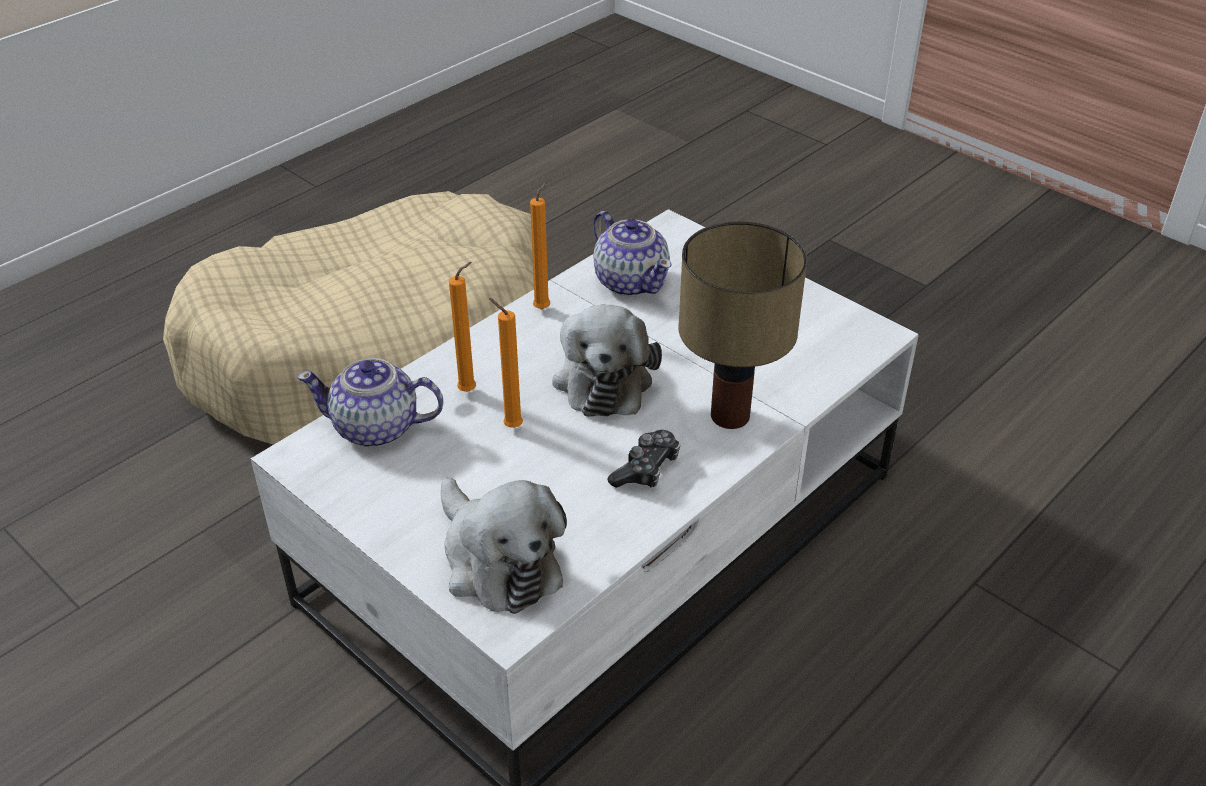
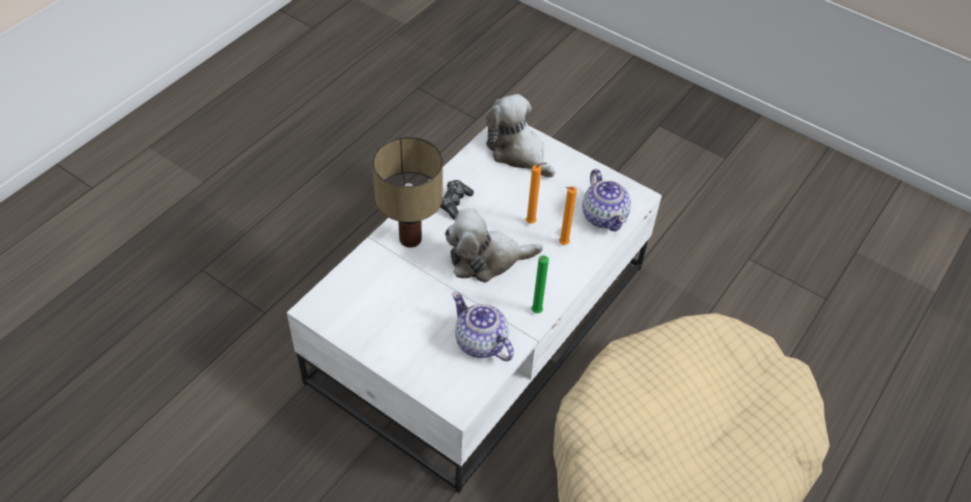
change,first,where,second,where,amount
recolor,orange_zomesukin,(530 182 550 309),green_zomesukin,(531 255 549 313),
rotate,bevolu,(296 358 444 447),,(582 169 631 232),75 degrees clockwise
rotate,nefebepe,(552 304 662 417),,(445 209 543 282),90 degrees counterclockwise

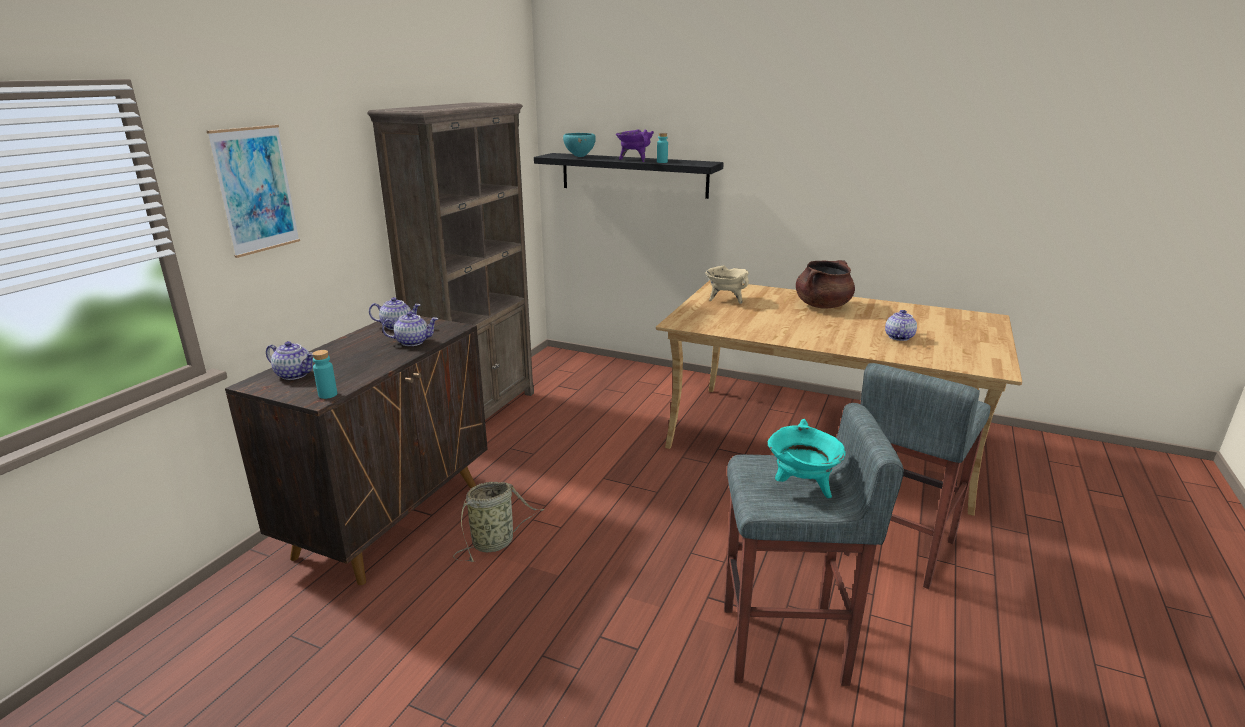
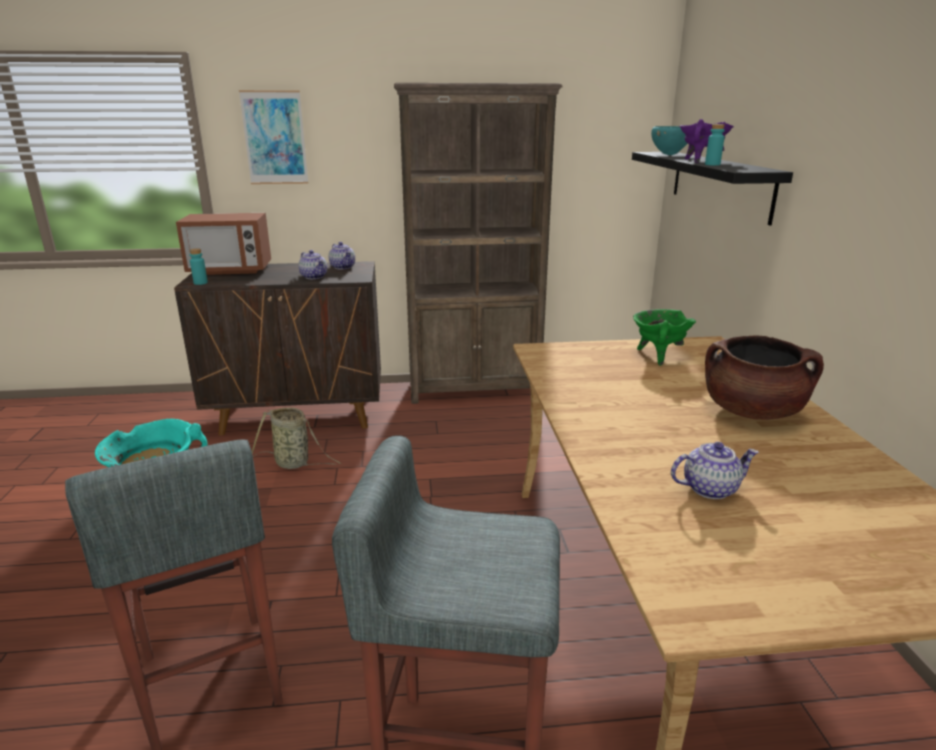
change,first,where,second,where,amount
replace,bevolu,(266 341 313 380),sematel,(176 213 271 275),
recolor,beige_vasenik,(705 266 749 304),green_vasenik,(633 309 696 366),

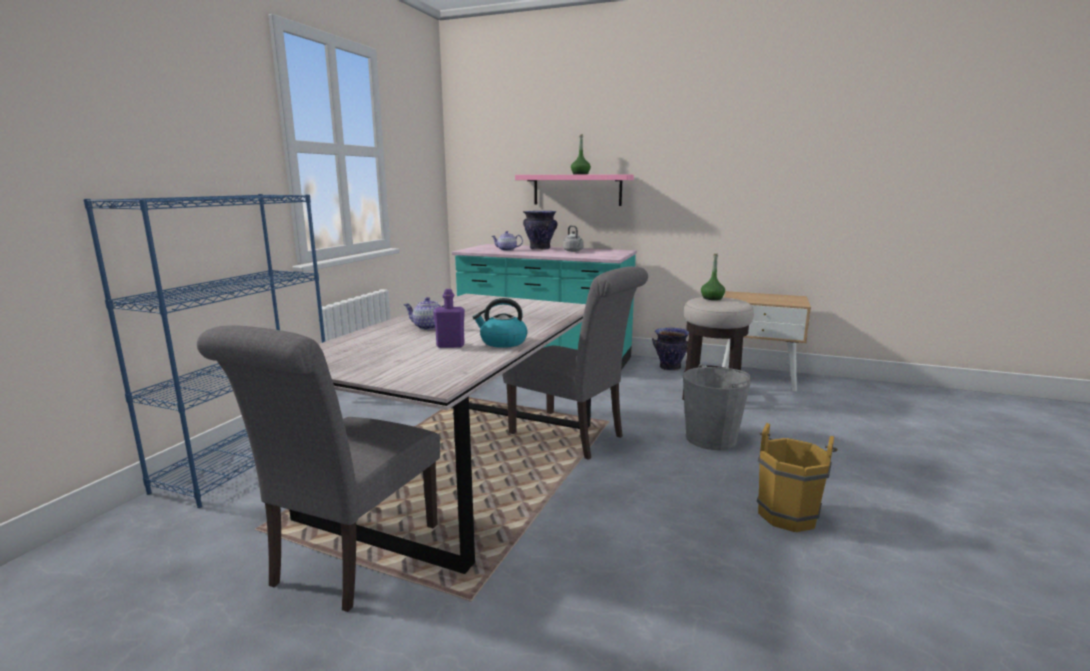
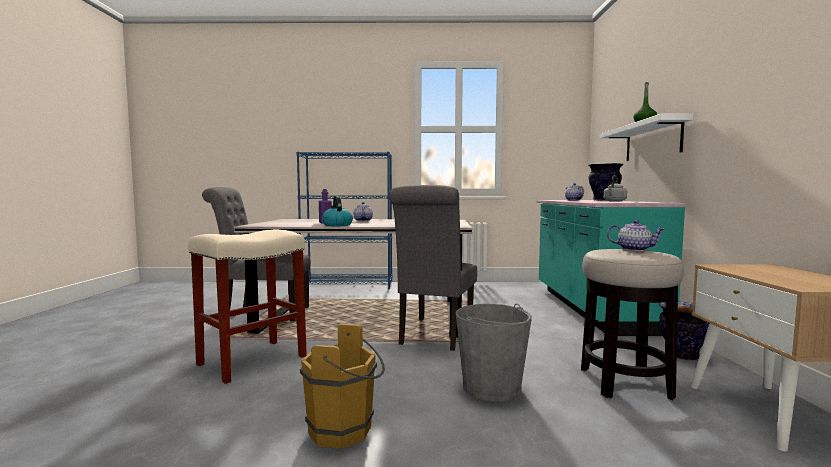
change,first,where,second,where,amount
insert,,,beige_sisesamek,(188 229 307 384),
replace,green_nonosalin,(701 254 725 300),bevolu,(607 220 665 251),
recolor,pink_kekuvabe,(515 174 634 206),white_kekuvabe,(599 113 693 161),

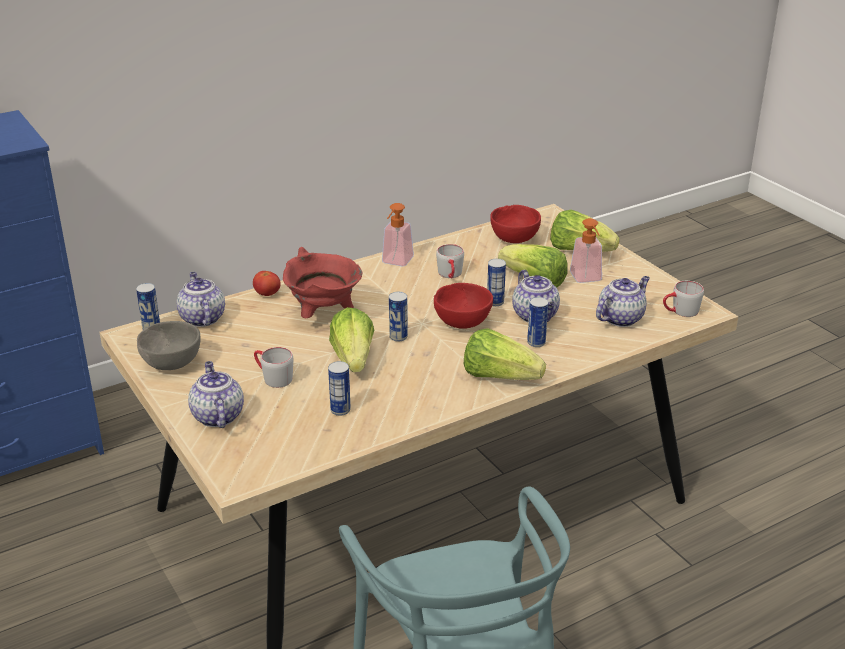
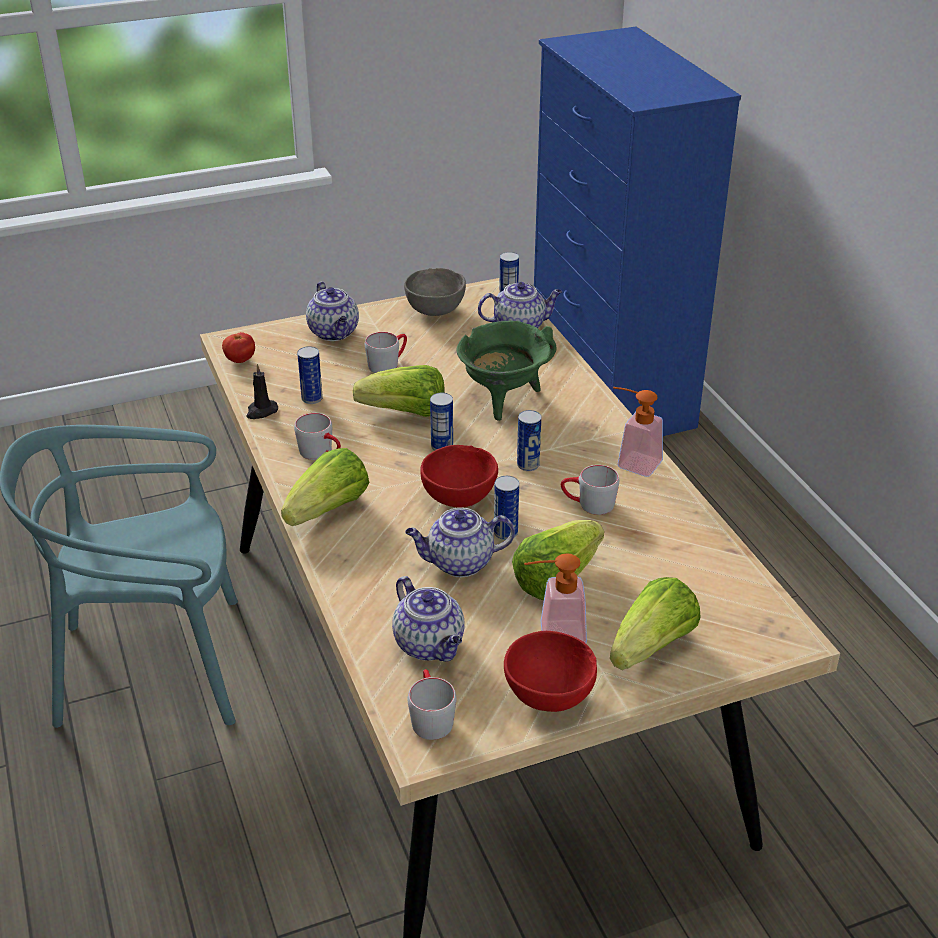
change,first,where,second,where,amount
insert,,,black_zomesukin,(247 364 278 419),
insert,,,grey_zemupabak,(294 413 341 460),
move,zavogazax,(253 271 281 296),,(222 332 255 363),
move,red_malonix,(490 205 541 243),,(504 631 597 712),
move,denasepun,(527 297 548 347),,(517 410 541 471),
recolor,red_vasenik,(283 247 362 318),green_vasenik,(457 321 556 421),
rotate,bevolu,(188 361 244 428),,(306 281 359 341),75 degrees clockwise

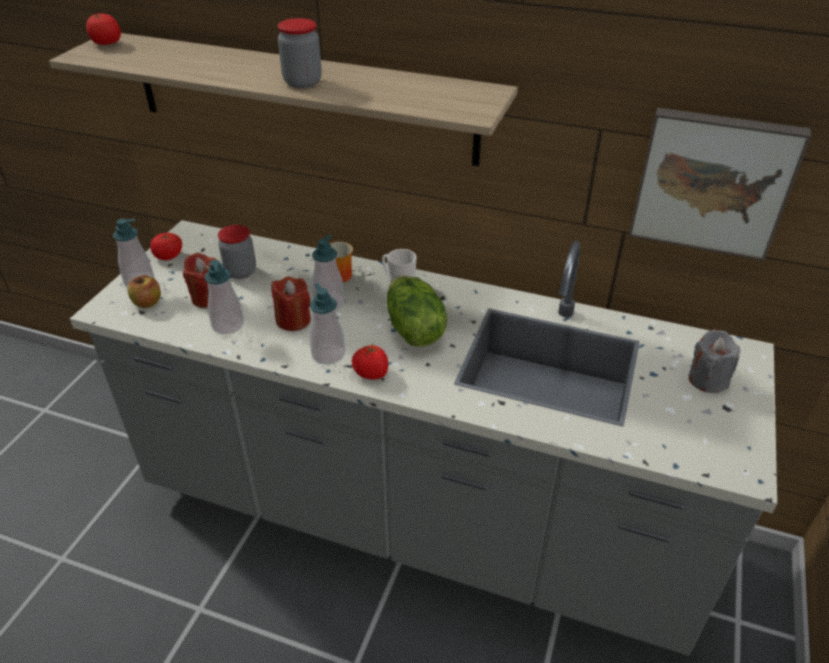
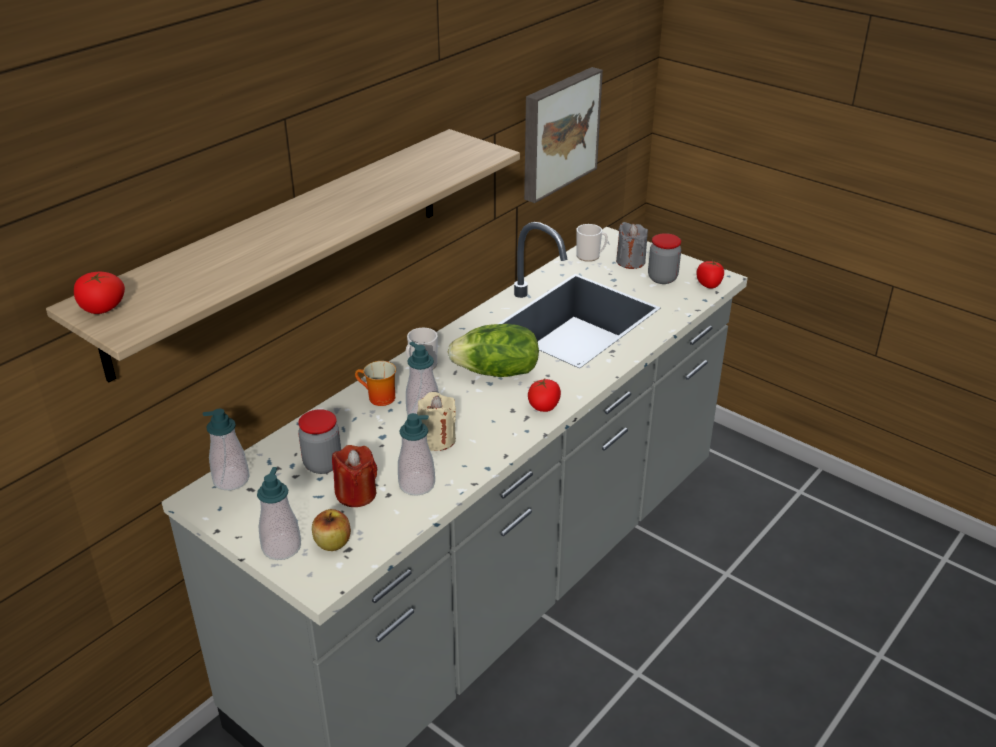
change,first,where,second,where,amount
insert,,,zemupabak,(576 224 608 262),
move,zavogazax,(150 233 182 260),,(696 260 724 289),
move,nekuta,(278 18 322 88),,(648 233 681 284),
move,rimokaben,(310 283 345 365),,(202 409 250 490),
recolor,red_zomesukin,(271 276 311 331),beige_zomesukin,(417 392 456 451),

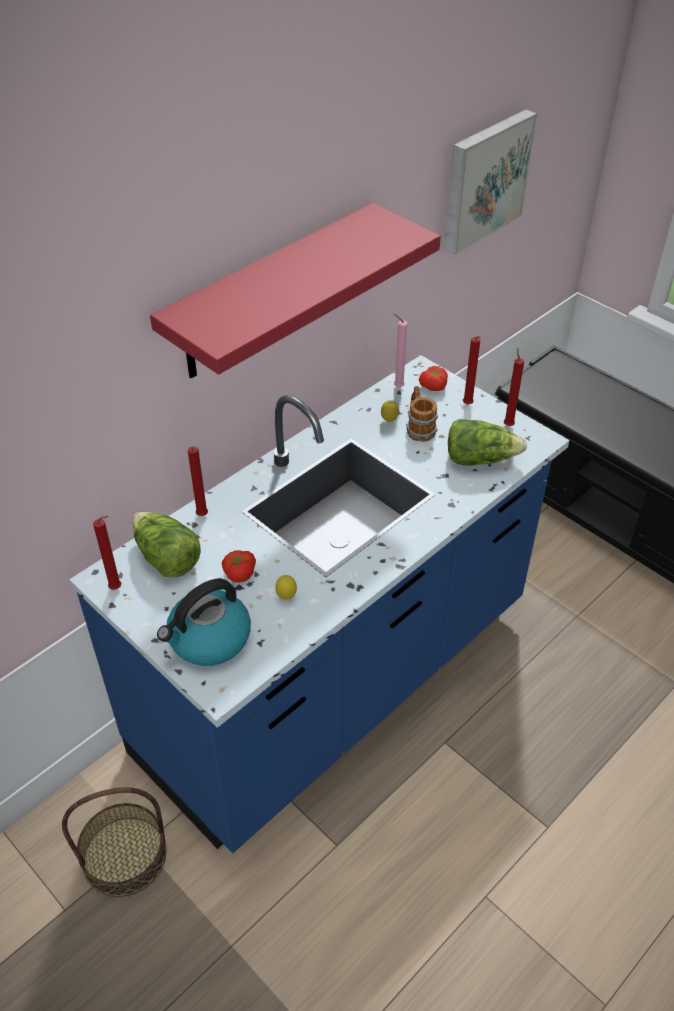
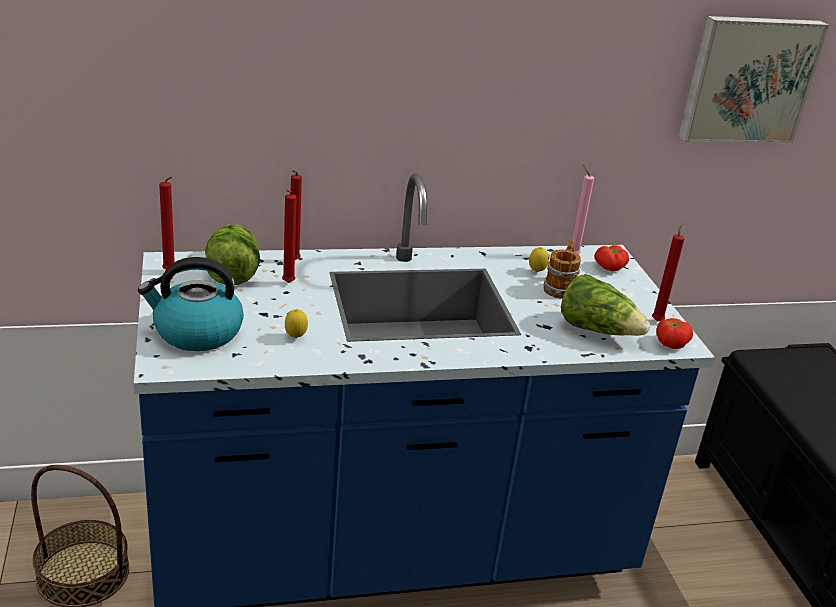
change,first,where,second,where,amount
delete,red_kekuvabe,(150 203 441 378),,,
move,zavogazax,(222 550 256 583),,(656 318 693 349),
move,red_zomesukin,(463 336 481 404),,(282 190 297 283),

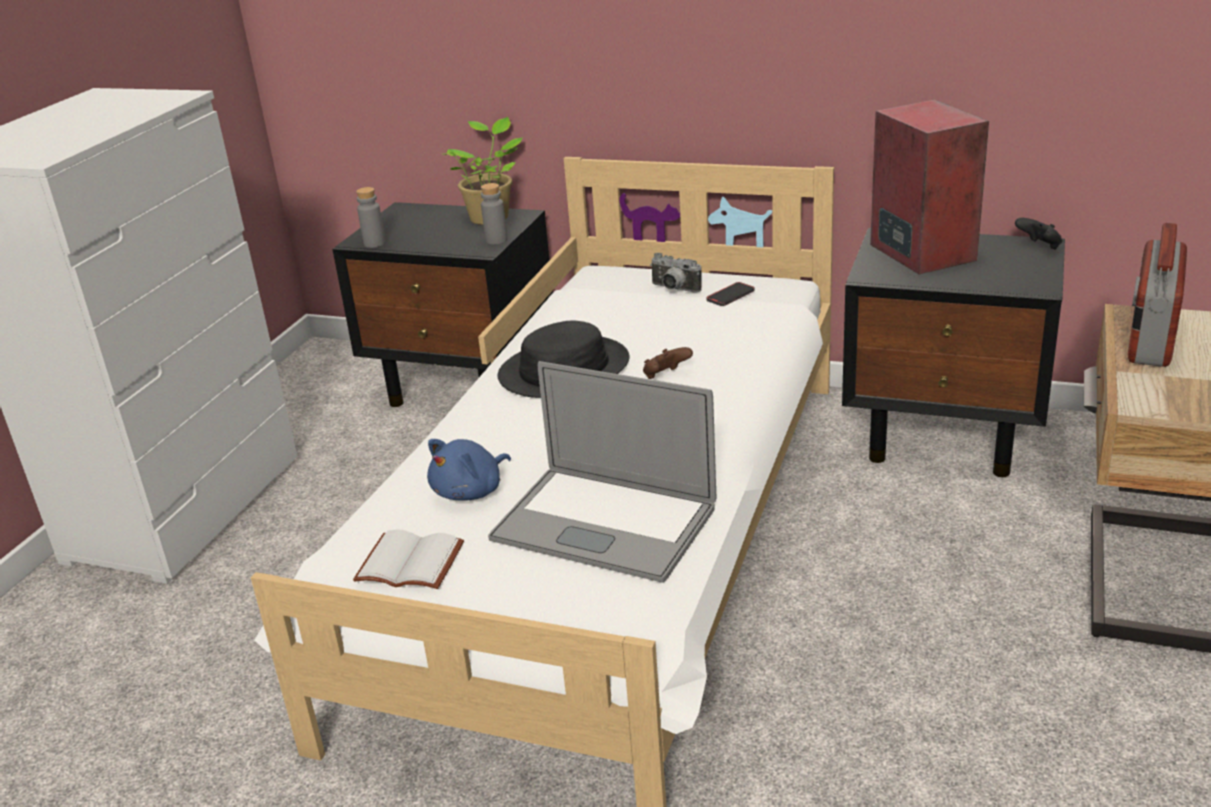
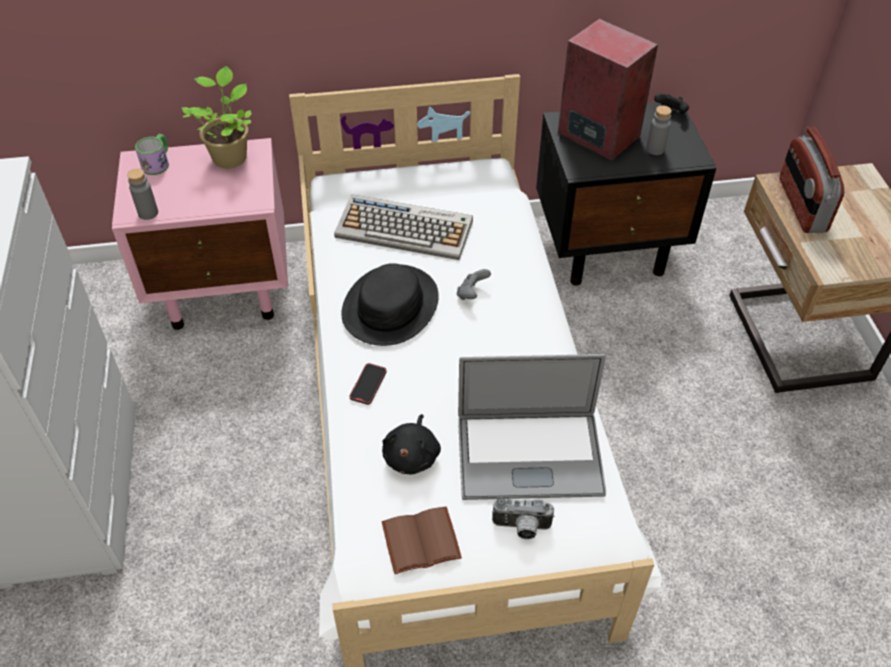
change,first,where,second,where,amount
insert,,,zemupabak,(135 134 169 175),
insert,,,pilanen,(334 194 473 260),
move,grey_nonosalin,(481 183 507 244),,(646 105 672 155),
move,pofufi,(650 253 702 292),,(492 498 555 539),
move,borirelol,(706 282 755 306),,(350 363 387 405),
recolor,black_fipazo,(333 202 553 407),pink_fipazo,(112 138 288 330),
recolor,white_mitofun,(353 530 464 589),brown_mitofun,(382 507 462 574),
recolor,blue_nefebepe,(427 439 511 501),black_nefebepe,(382 414 441 474),
recolor,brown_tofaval,(643 347 693 379),grey_tofaval,(457 269 491 300),

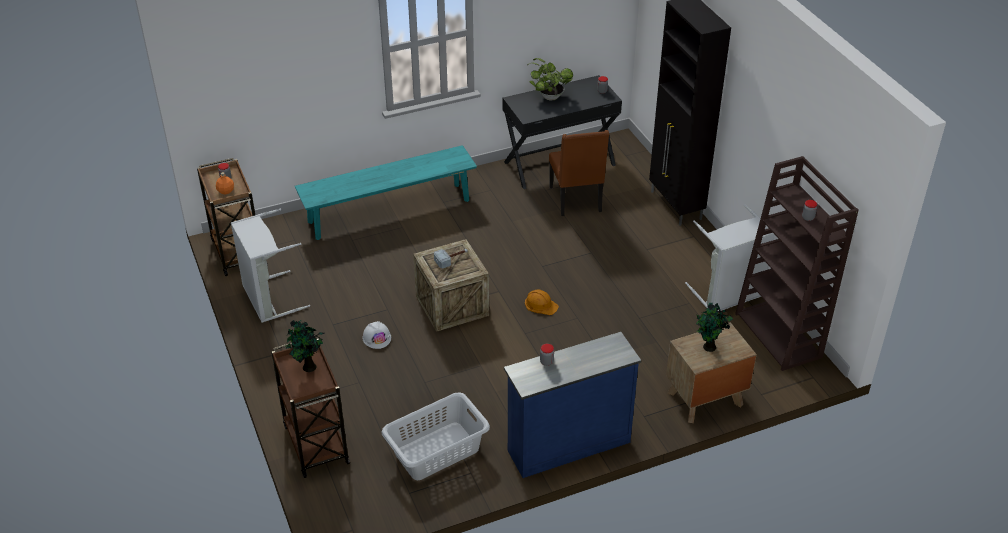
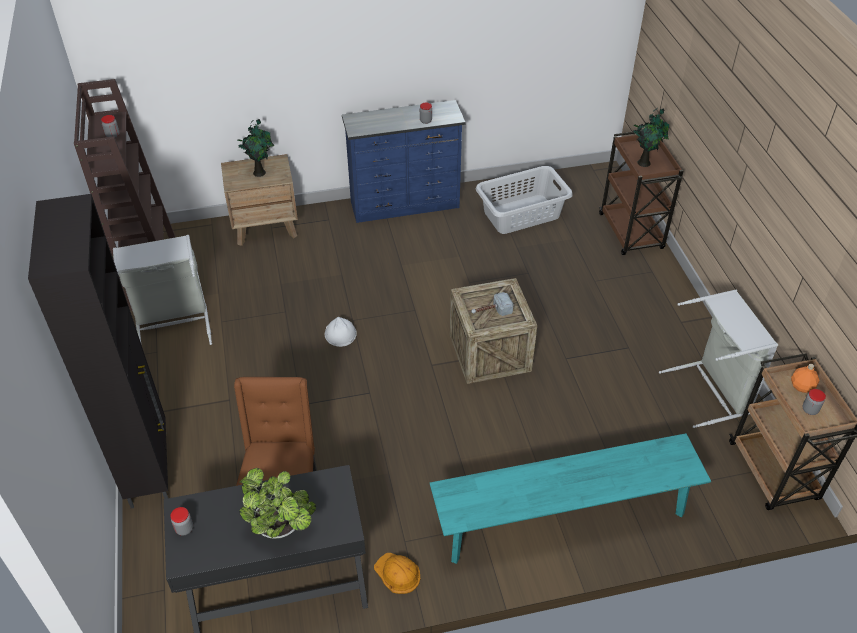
change,first,where,second,where,amount
move,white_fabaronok,(363 321 391 349),,(325 317 357 347),
move,orange_fabaronok,(525 290 559 315),,(374 553 420 594),

